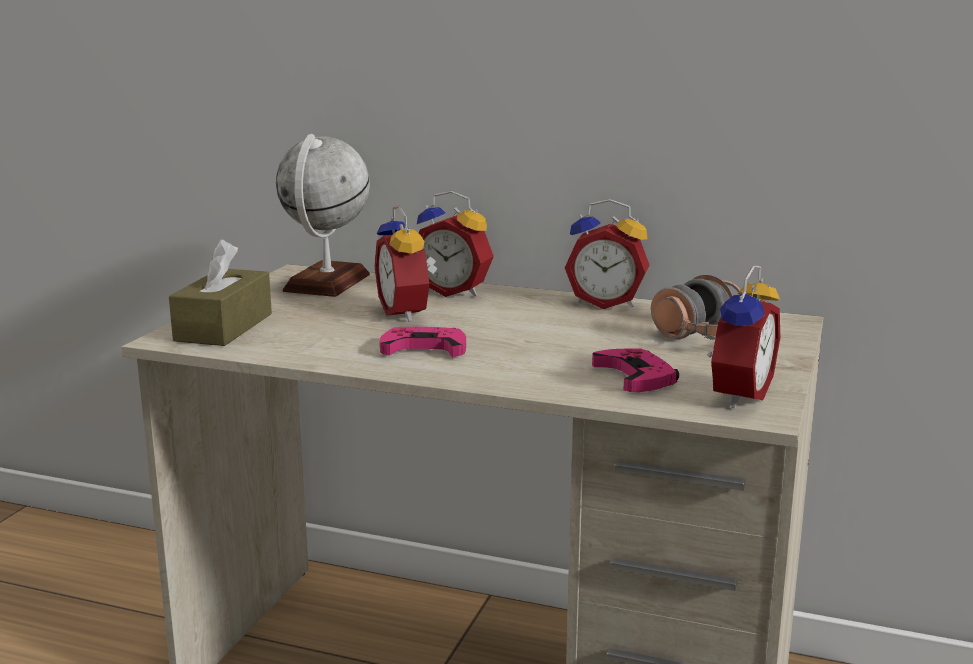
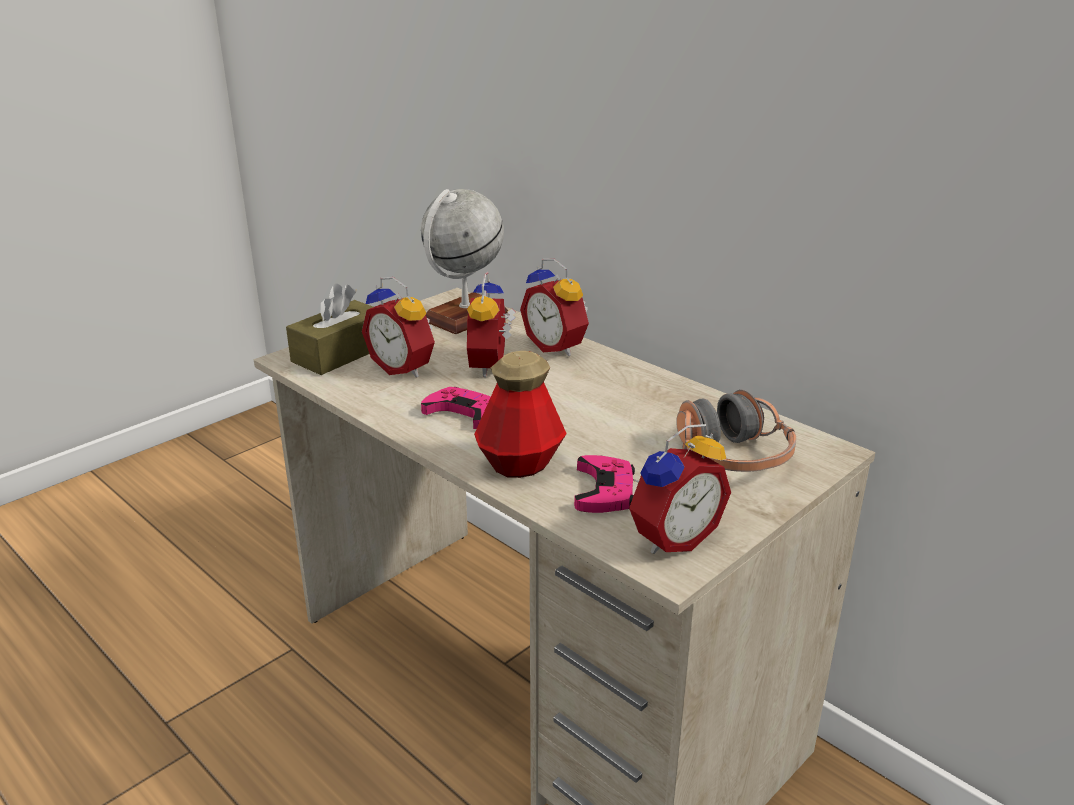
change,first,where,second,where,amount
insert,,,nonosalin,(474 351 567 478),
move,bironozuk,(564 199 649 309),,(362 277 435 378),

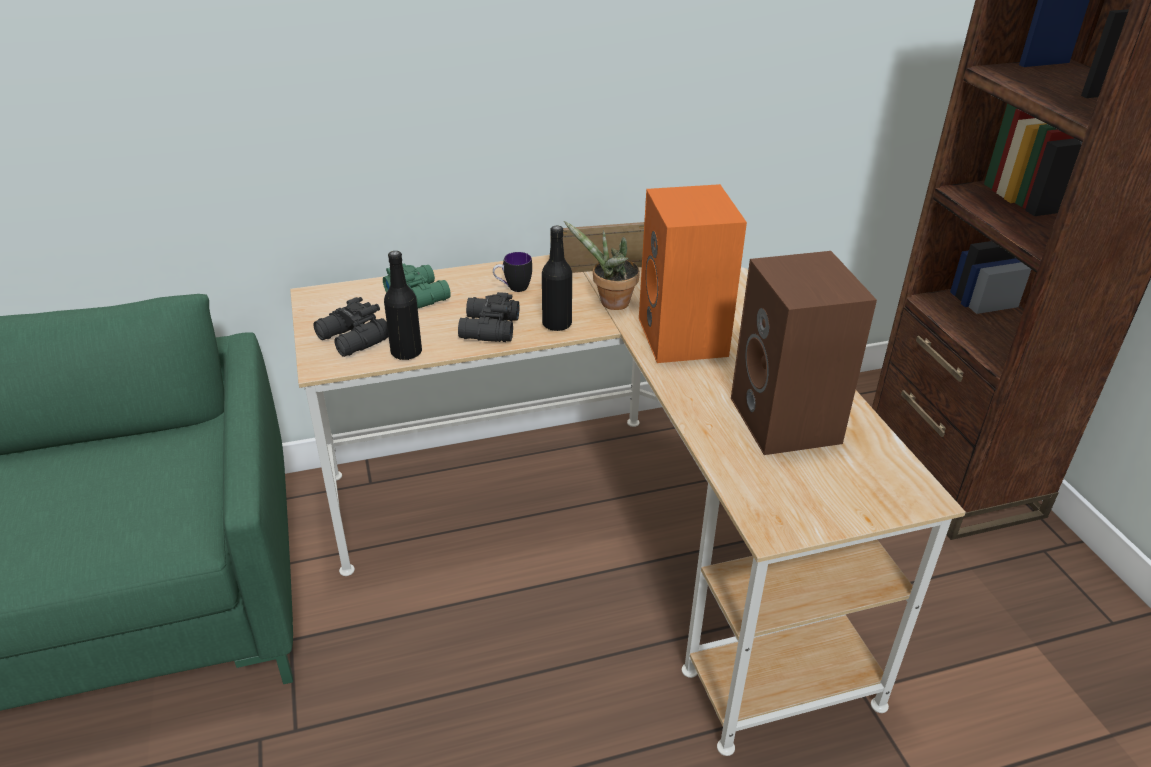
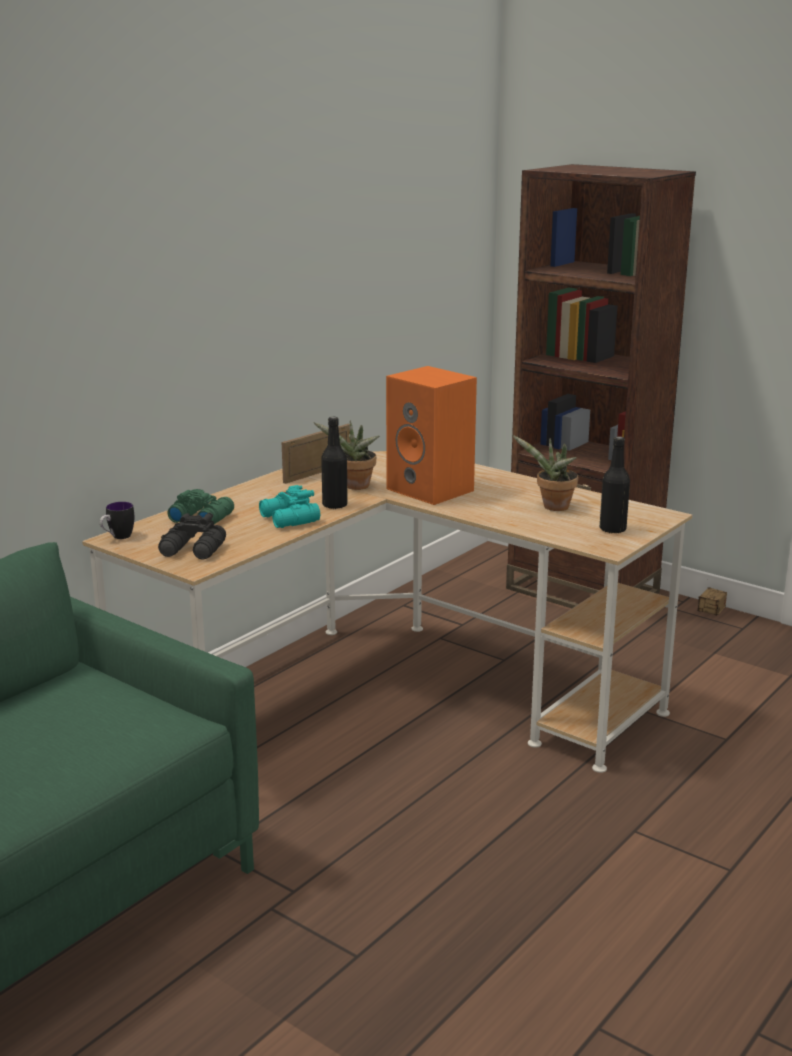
change,first,where,second,where,amount
insert,,,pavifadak,(698 580 727 615),
move,black_nonosalin,(384 251 422 360),,(600 436 630 534),
move,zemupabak,(493 252 532 292),,(100 502 134 539),
replace,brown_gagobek,(731 251 877 455),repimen,(512 435 578 511),
recolor,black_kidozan,(458 292 519 342),turquoise_kidozan,(259 485 320 528),

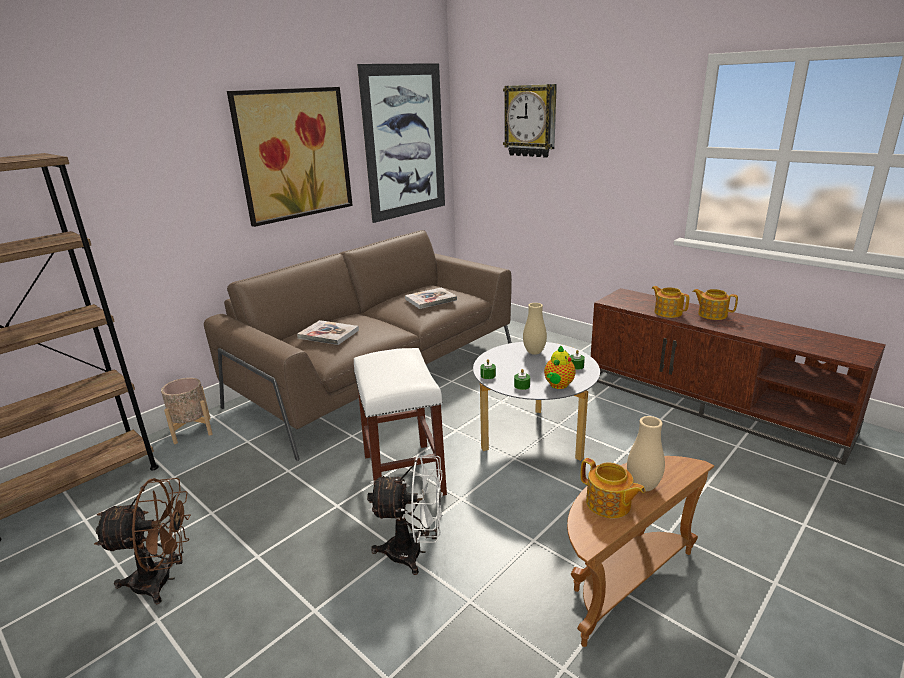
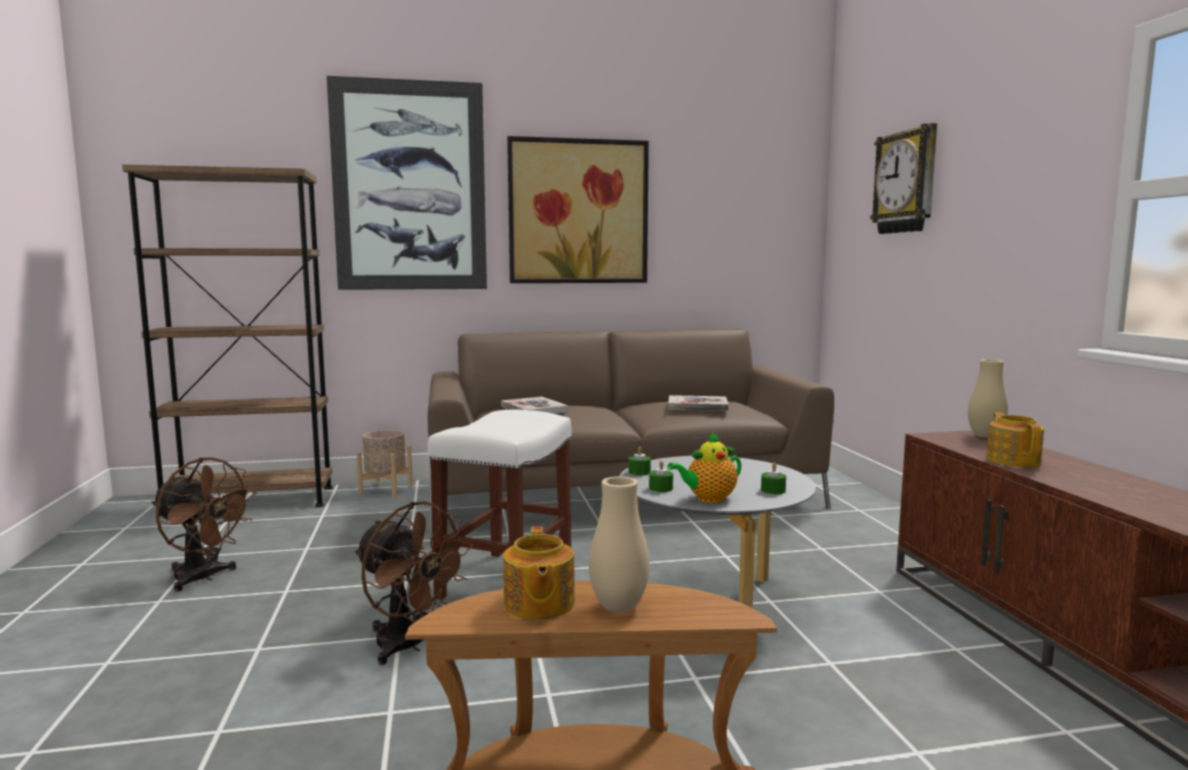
change,first,where,second,where,amount
delete,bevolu,(692 289 738 320),,,
move,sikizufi,(357 63 445 223),,(327 76 487 290),
move,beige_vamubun,(523 303 547 355),,(968 359 1008 438),
recolor,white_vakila,(367 454 443 575),brown_vakila,(355 502 473 665),

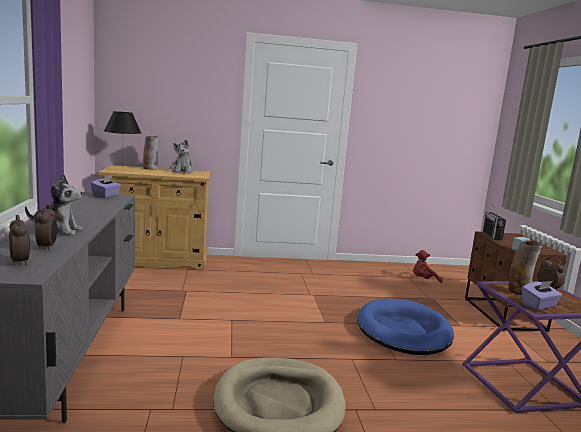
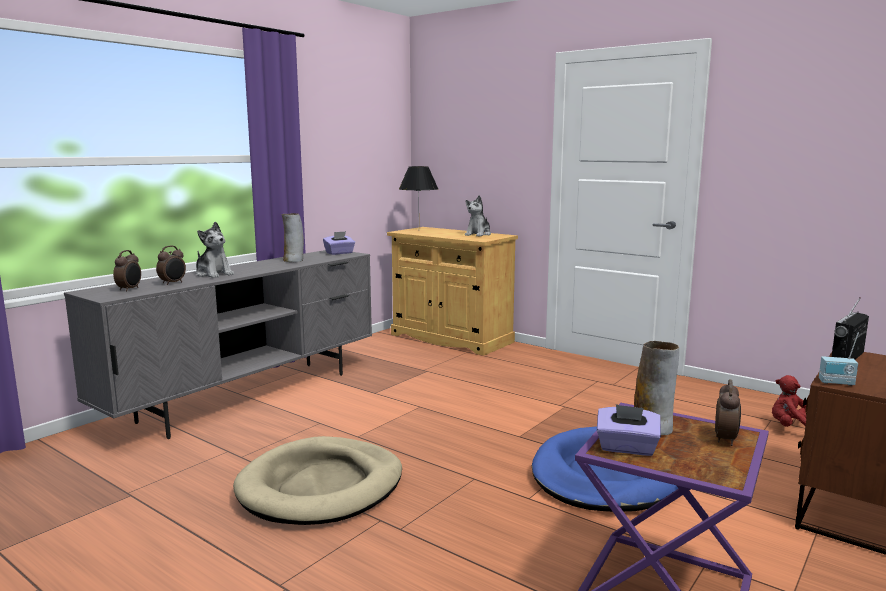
change,first,where,second,where,amount
move,vamubun,(143 136 158 170),,(282 213 304 262),

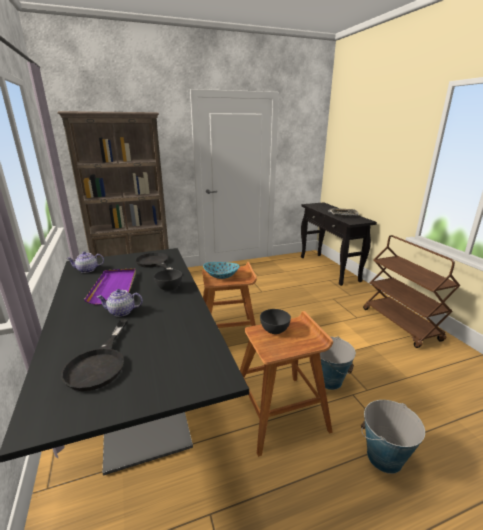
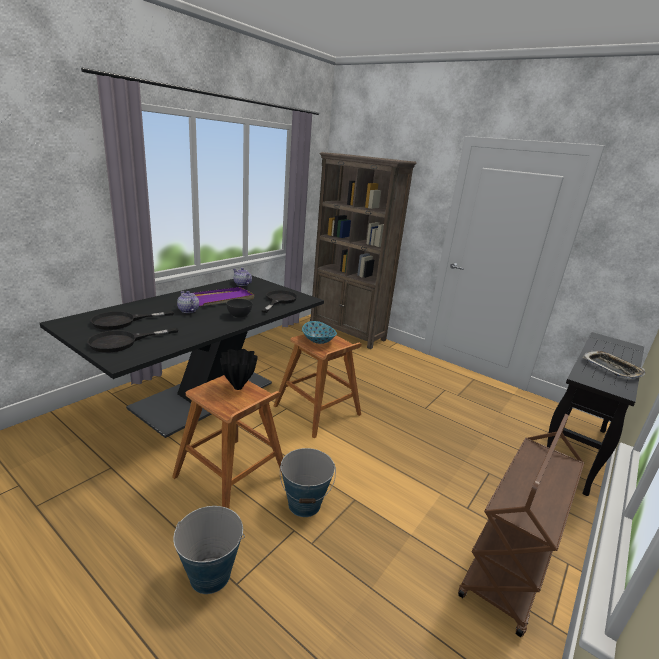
change,first,where,second,where,amount
insert,,,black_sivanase,(87 328 178 353),
replace,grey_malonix,(260 309 291 334),black_vamubun,(220 349 258 390),

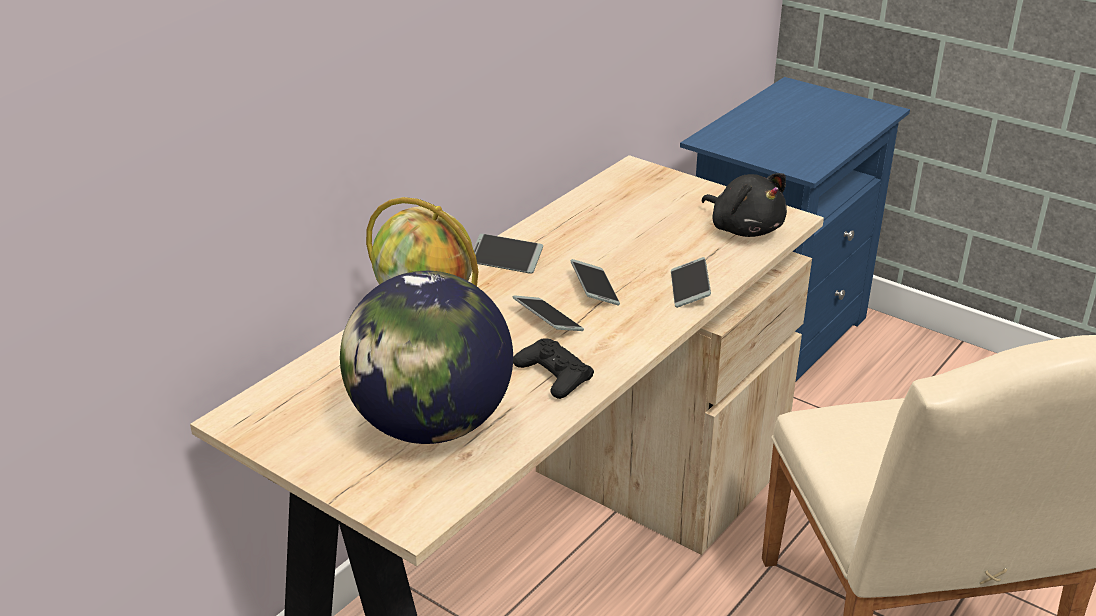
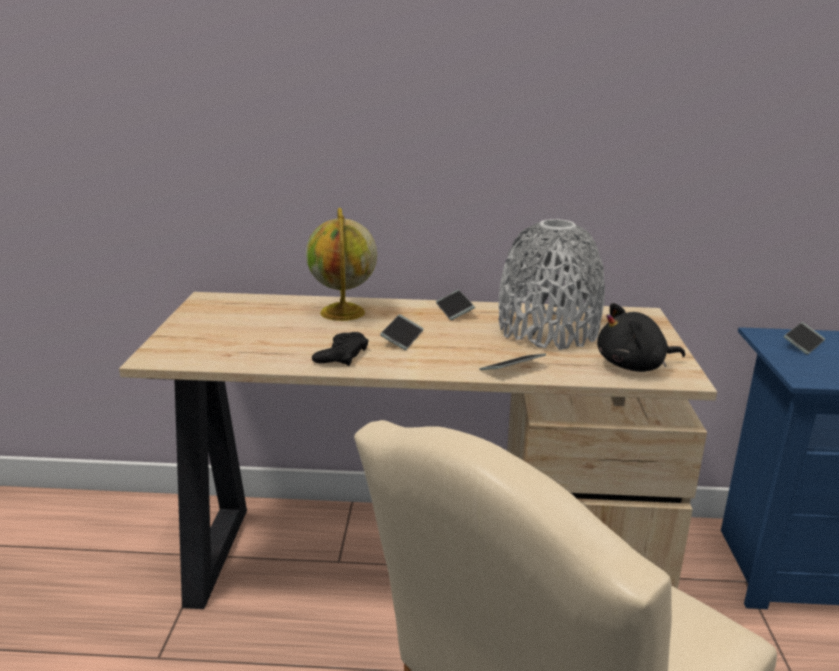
change,first,where,second,where,amount
delete,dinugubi,(340 271 513 444),,,
insert,,,grey_vamubun,(498 219 605 350),
move,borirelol,(571 259 620 306),,(784 322 825 355),
rotate,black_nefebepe,(701 173 787 237),,(597 303 685 372),60 degrees clockwise

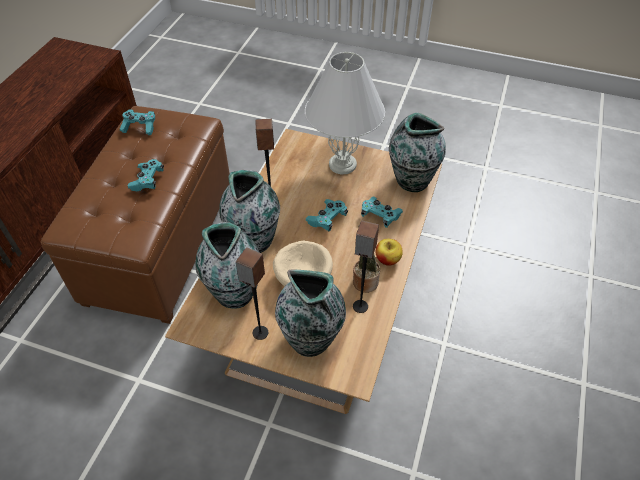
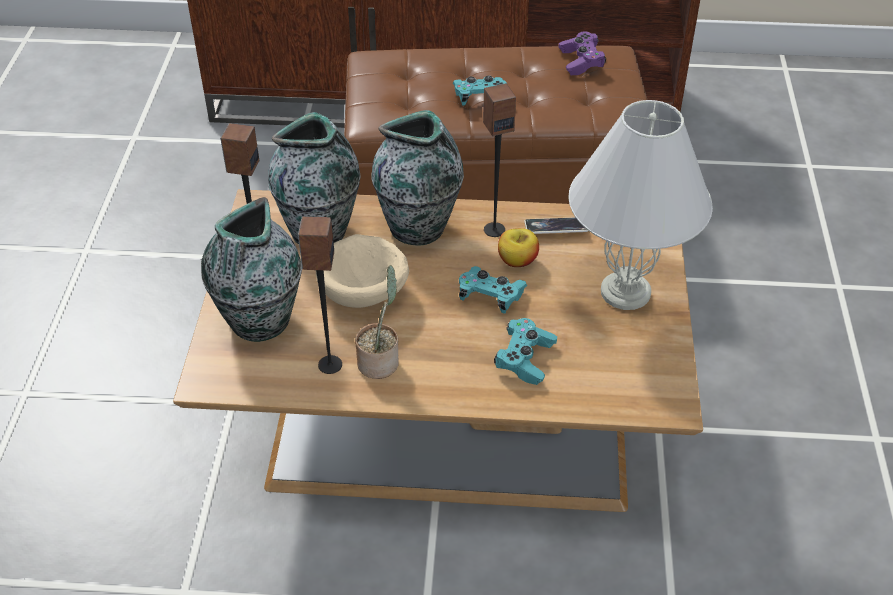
change,first,where,second,where,amount
delete,vamubun,(389 113 446 192),,,
insert,,,borirelol,(524 217 588 234),
move,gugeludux,(376 239 403 266),,(498 228 539 267),
recolor,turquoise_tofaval,(120 109 155 135),purple_tofaval,(559 31 606 75),

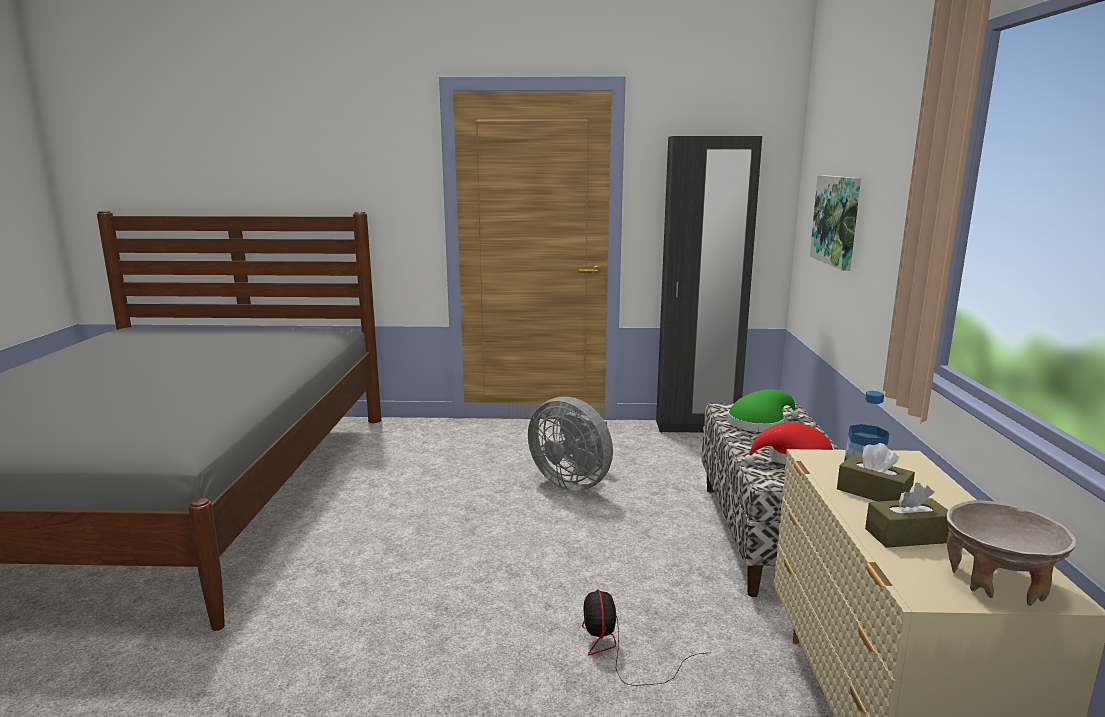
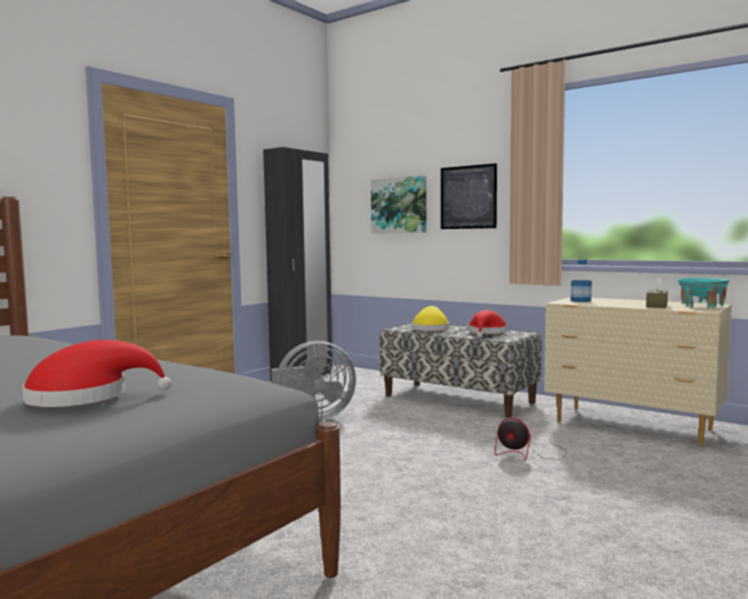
change,first,where,second,where,amount
delete,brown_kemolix,(837 443 915 502),,,
insert,,,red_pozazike,(22 340 171 407),
insert,,,sikizufi,(441 163 497 229),
recolor,green_pozazike,(728 389 799 432),yellow_pozazike,(412 306 449 331),
recolor,beige_malonix,(947 500 1077 606),turquoise_malonix,(678 278 729 308),

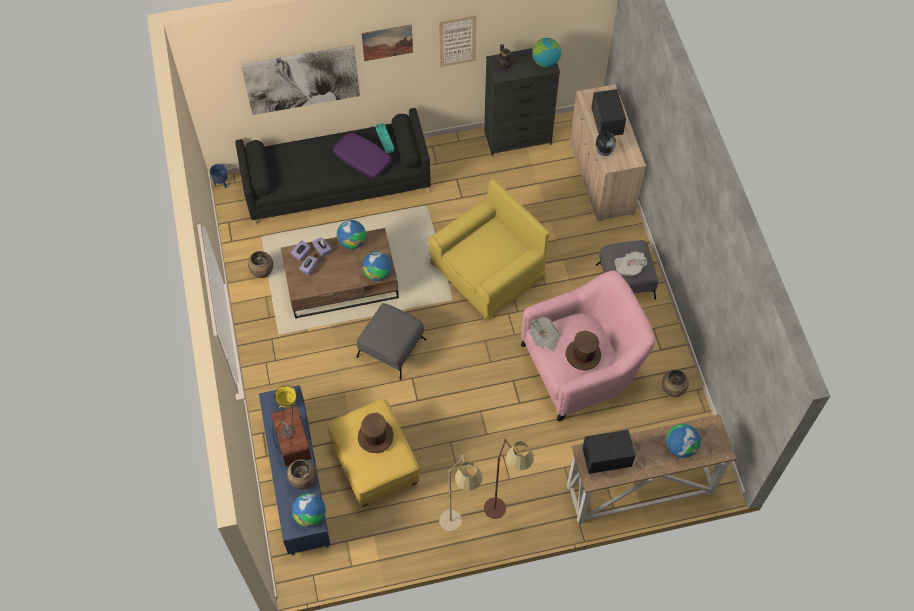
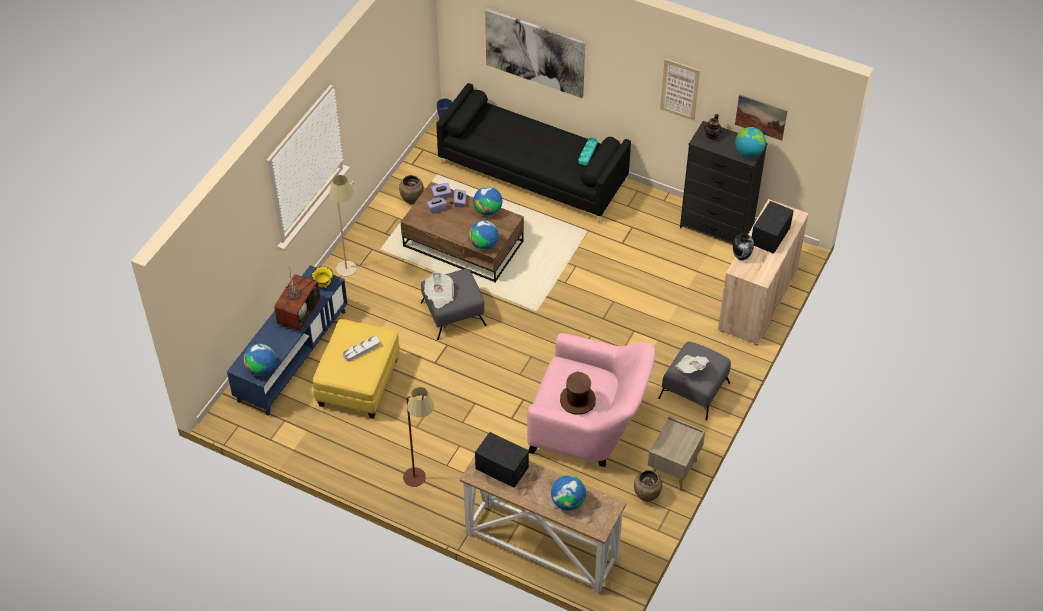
change,first,where,second,where,amount
delete,brown_vamubun,(287 459 316 489),,,
delete,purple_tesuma,(333 133 392 178),,,
delete,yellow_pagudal,(428 179 549 321),,,
insert,,,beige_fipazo,(648 416 705 491),
move,sikizufi,(361 24 413 61),,(735 94 787 141),
move,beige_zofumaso,(439 455 483 531),,(329 175 357 276),
move,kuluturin,(530 317 561 351),,(424 272 454 309),
replace,brown_pozazike,(358 413 394 453),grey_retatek,(343 336 380 362),

